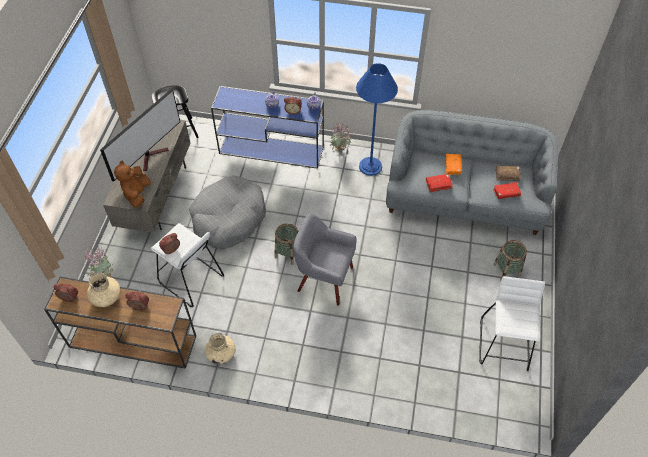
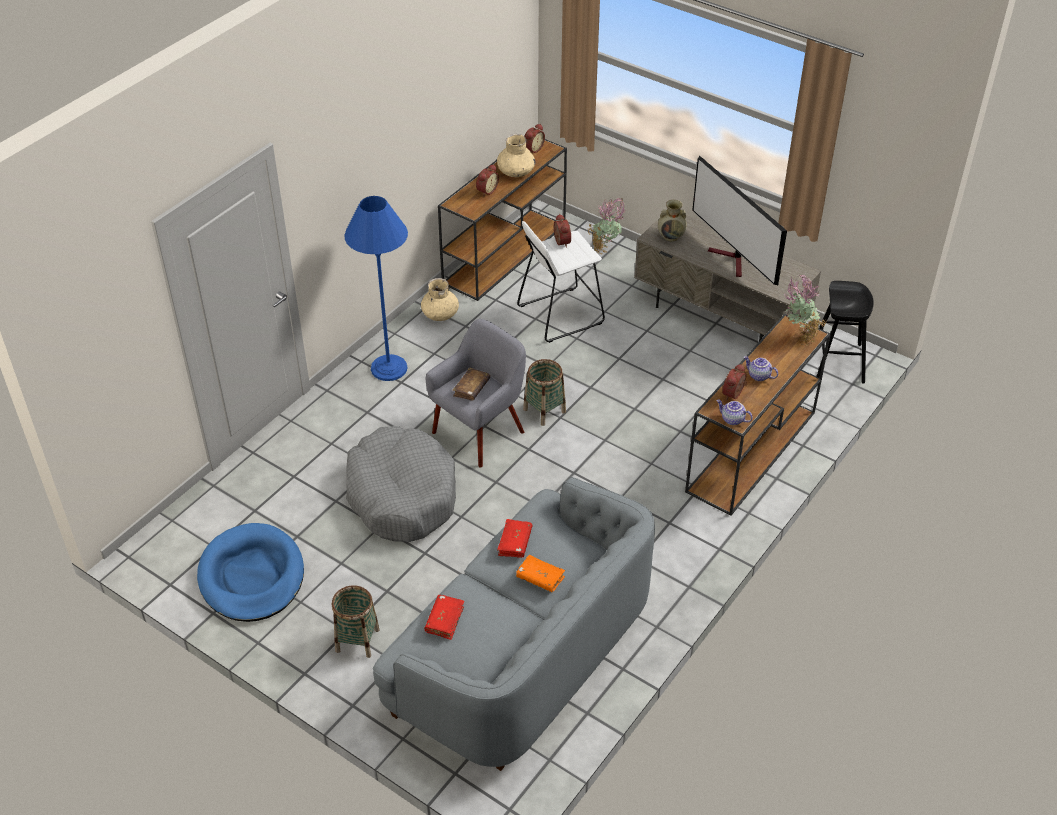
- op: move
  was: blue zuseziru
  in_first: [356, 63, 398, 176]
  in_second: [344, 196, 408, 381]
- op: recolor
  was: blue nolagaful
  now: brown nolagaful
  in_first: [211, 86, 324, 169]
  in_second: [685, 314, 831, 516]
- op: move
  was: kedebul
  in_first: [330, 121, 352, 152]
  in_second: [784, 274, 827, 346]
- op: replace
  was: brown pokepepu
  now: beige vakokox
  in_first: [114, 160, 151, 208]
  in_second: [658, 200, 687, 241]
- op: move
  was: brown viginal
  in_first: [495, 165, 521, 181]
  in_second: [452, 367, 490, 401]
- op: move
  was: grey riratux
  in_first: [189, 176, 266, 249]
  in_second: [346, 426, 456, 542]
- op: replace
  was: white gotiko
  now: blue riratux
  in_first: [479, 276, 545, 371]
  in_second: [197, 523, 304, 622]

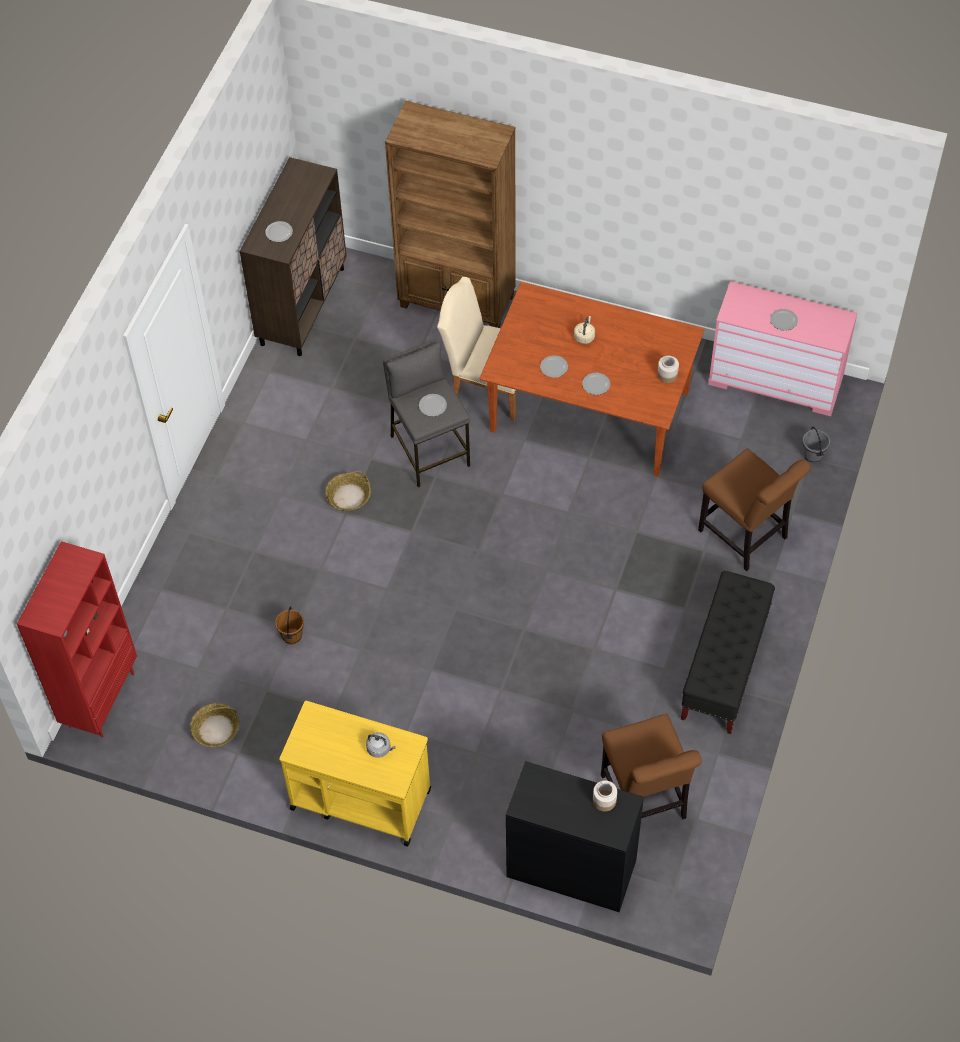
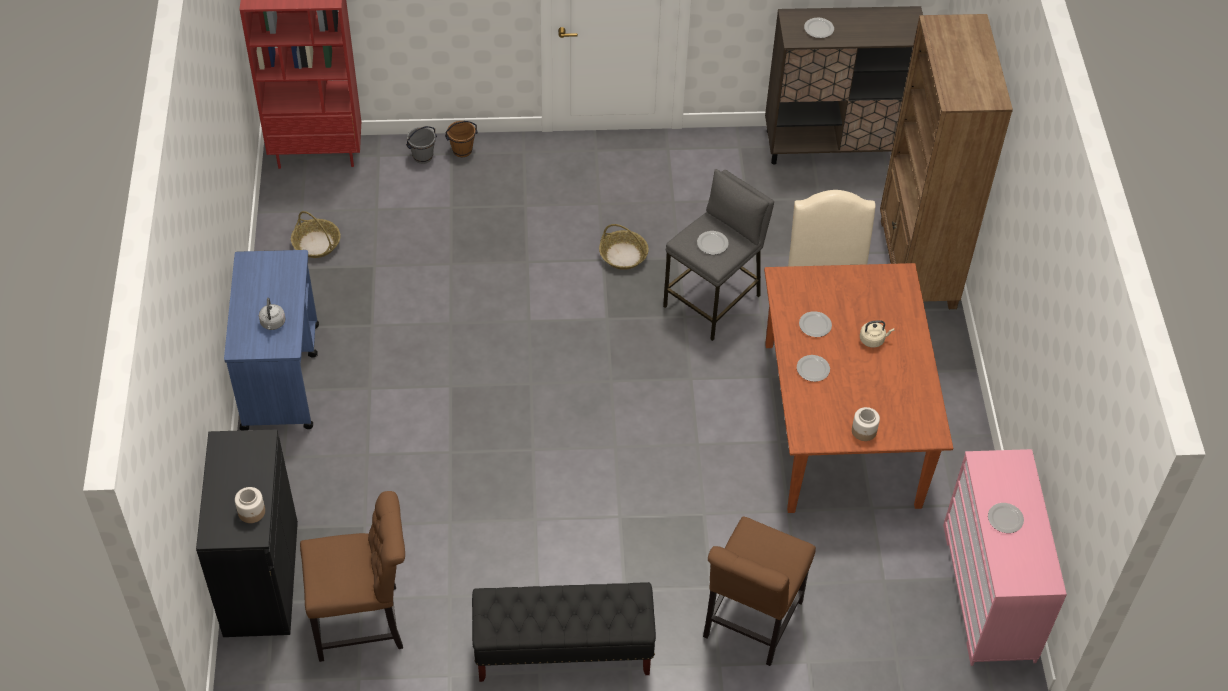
- op: move
  was: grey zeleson
  in_first: [802, 427, 830, 464]
  in_second: [406, 126, 437, 164]
- op: move
  was: brown zeleson
  in_first: [275, 606, 304, 644]
  in_second: [445, 121, 478, 157]
- op: recolor
  was: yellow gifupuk
  now: blue gifupuk
  in_first: [279, 701, 431, 846]
  in_second: [224, 250, 319, 430]
- op: rotate
  was: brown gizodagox
  in_first: [601, 714, 702, 820]
  in_second: [300, 491, 405, 662]
  clockwise: -150

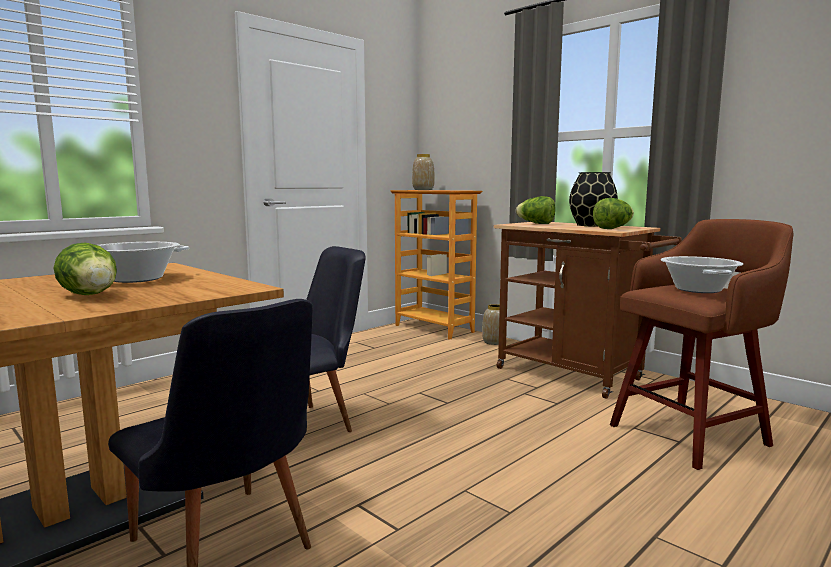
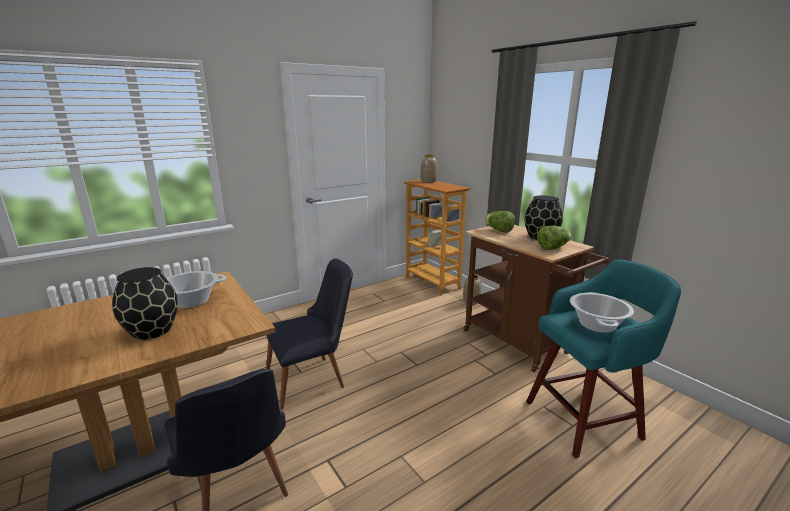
- op: recolor
  was: brown gotiko
  now: turquoise gotiko
  in_first: [610, 219, 794, 470]
  in_second: [526, 259, 681, 458]
- op: replace
  was: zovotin
  now: black vakokox
  in_first: [54, 242, 117, 295]
  in_second: [112, 267, 178, 340]

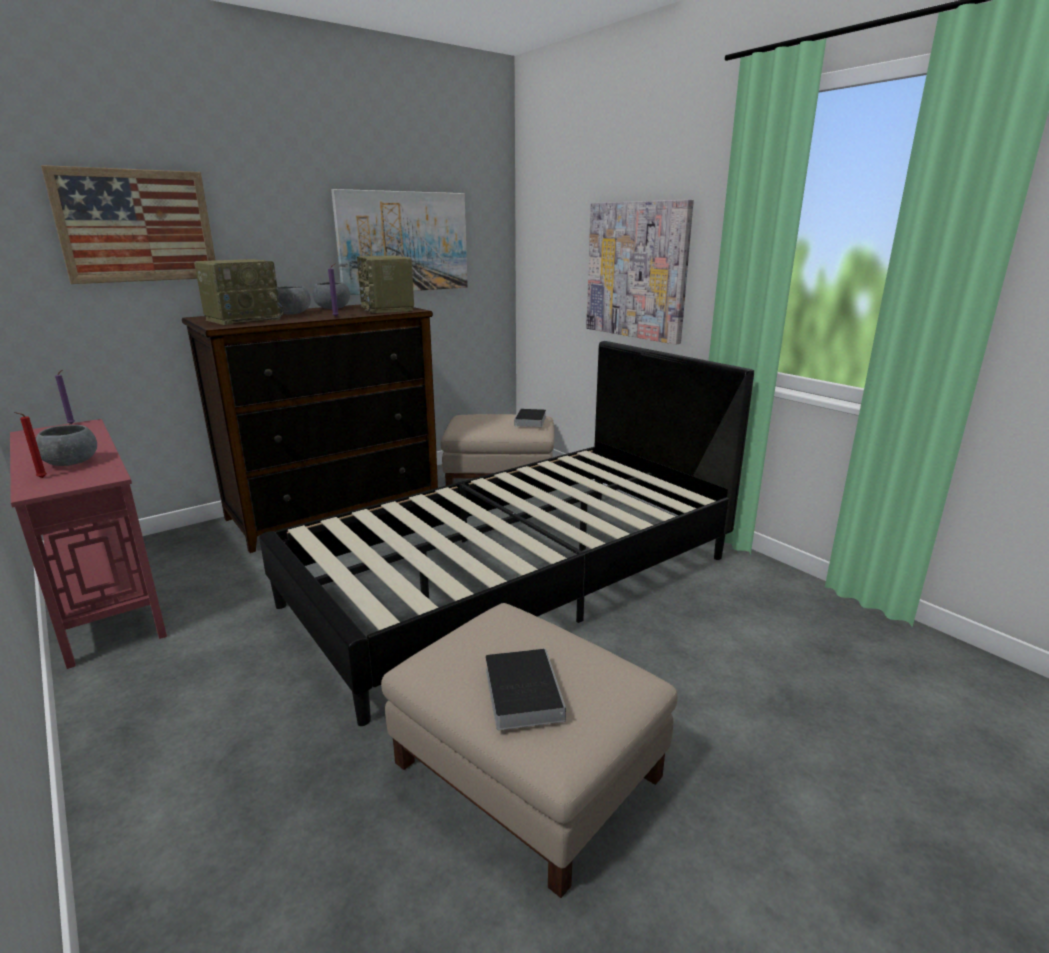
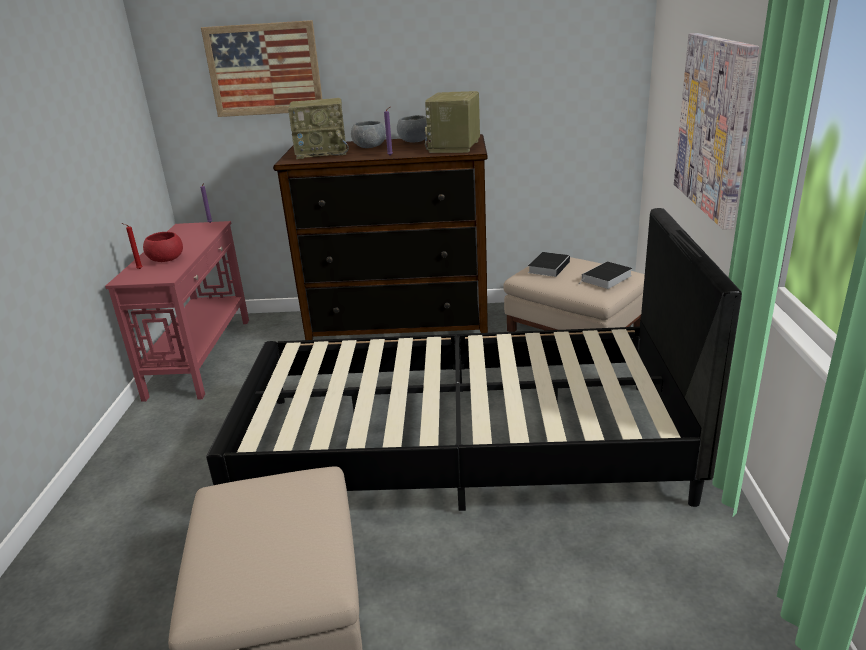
- op: delete
  was: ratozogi
  in_first: [331, 189, 468, 295]
- op: recolor
  was: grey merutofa
  now: red merutofa
  in_first: [36, 425, 97, 466]
  in_second: [143, 232, 183, 262]
- op: move
  was: viginal
  in_first: [485, 649, 566, 730]
  in_second: [528, 252, 570, 277]

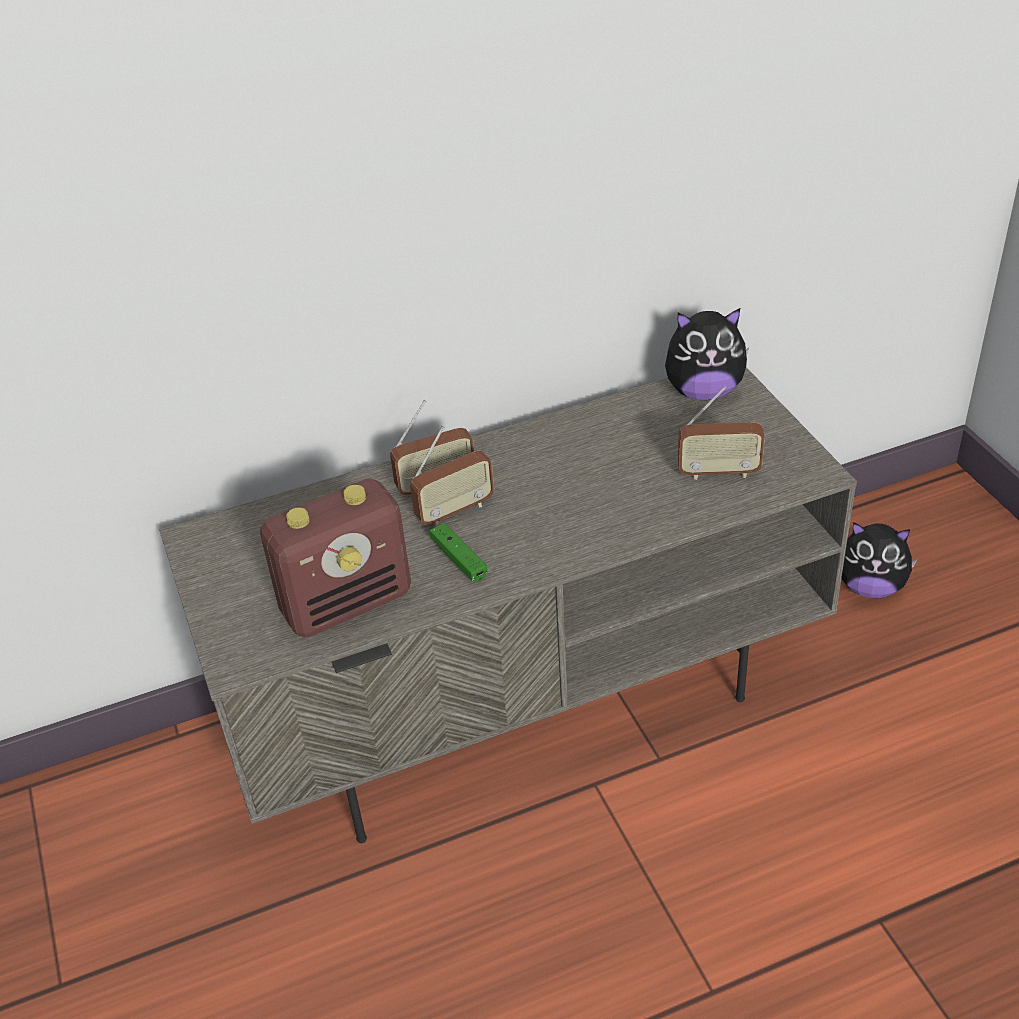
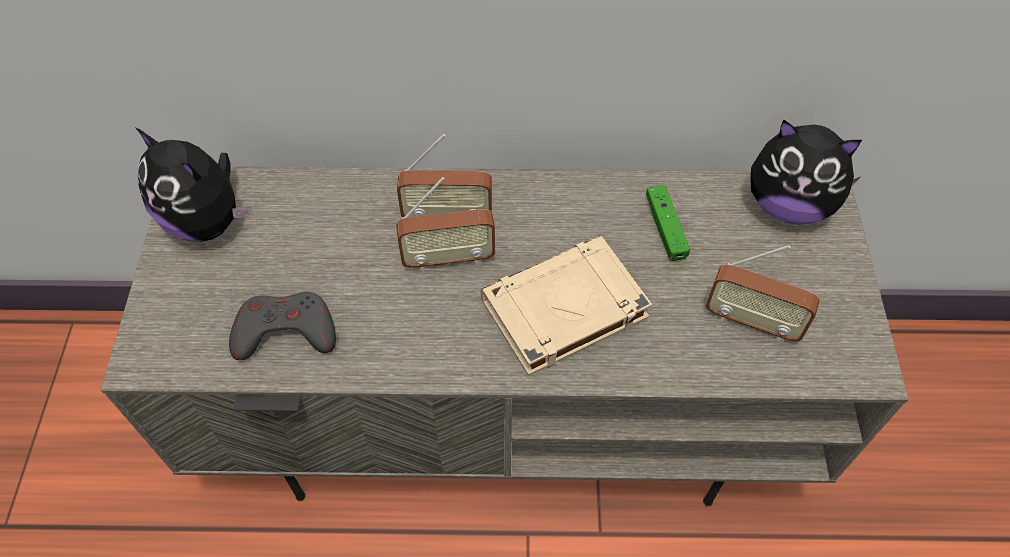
- op: replace
  was: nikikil
  now: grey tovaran
  in_first: [260, 478, 411, 637]
  in_second: [229, 292, 336, 360]
- op: move
  was: pokepepu
  in_first: [841, 522, 918, 598]
  in_second: [136, 128, 254, 242]
- op: move
  was: green tovaran
  in_first: [430, 523, 487, 582]
  in_second: [646, 185, 690, 261]
- op: insert
  now: beige viginal
  in_second: [480, 236, 652, 376]

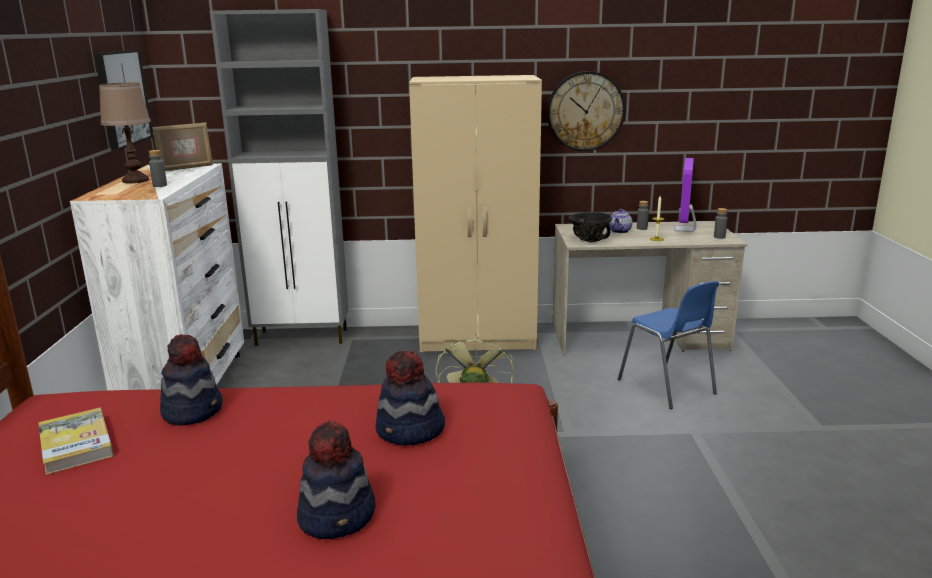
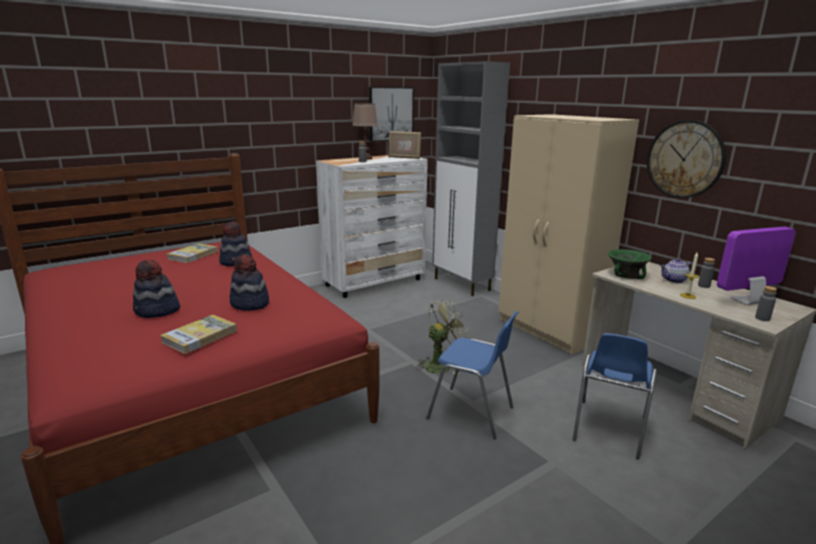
- op: recolor
  was: black merutofa
  now: green merutofa
  in_first: [568, 212, 612, 242]
  in_second: [608, 249, 652, 279]
- op: insert
  now: blue gizodagox
  in_second: [427, 311, 518, 439]
- op: insert
  now: viginal
  in_second: [160, 315, 237, 354]

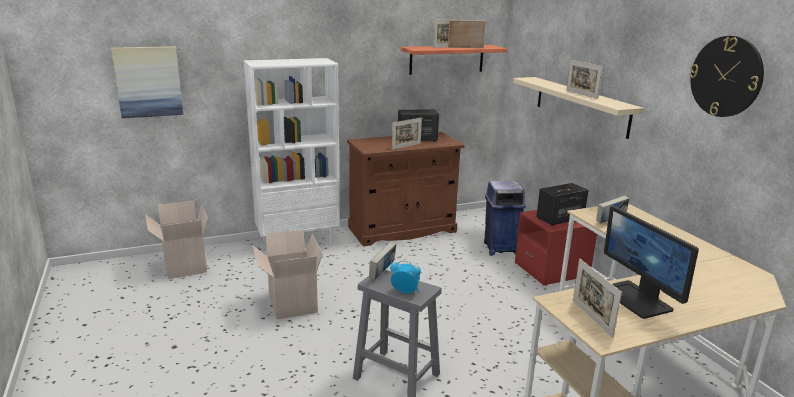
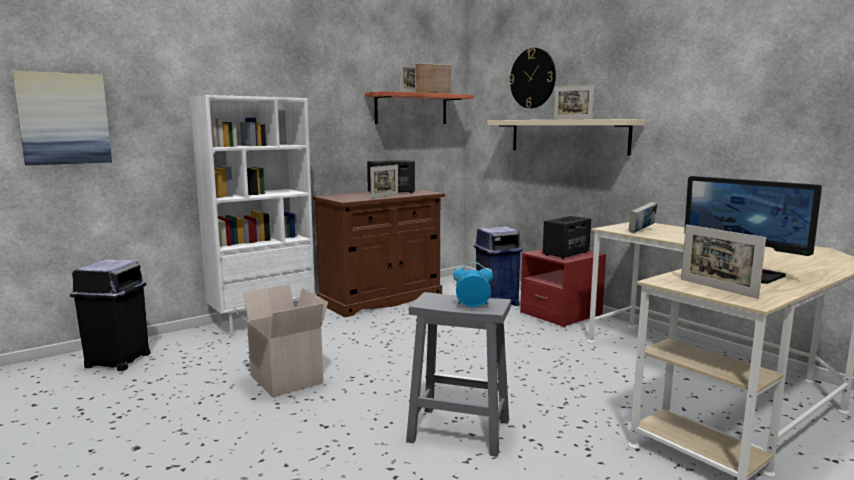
- op: move
  was: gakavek
  in_first: [689, 36, 764, 117]
  in_second: [509, 48, 556, 108]
- op: replace
  was: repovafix
  now: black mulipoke
  in_first: [145, 200, 208, 279]
  in_second: [70, 259, 151, 371]
- op: delete
  was: viginal
  in_first: [369, 241, 396, 281]

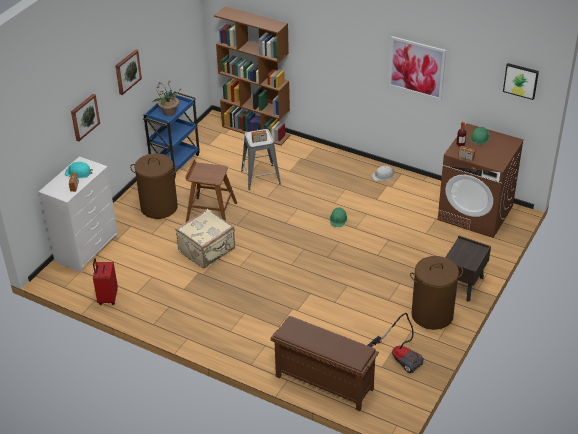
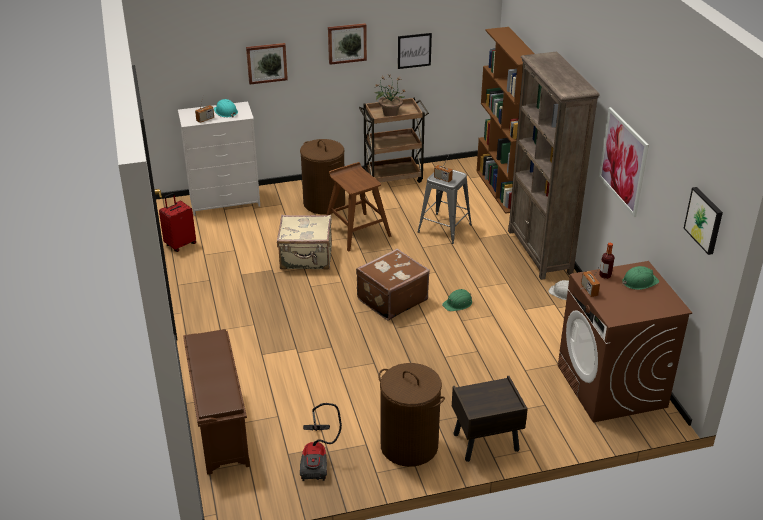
- op: recolor
  was: blue gifupuk
  now: brown gifupuk
  in_first: [143, 91, 200, 177]
  in_second: [359, 98, 429, 183]
- op: insert
  now: ratozogi
  in_second: [398, 33, 432, 69]
- op: insert
  now: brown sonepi
  in_second: [508, 52, 599, 280]
- op: insert
  now: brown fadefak
  in_second: [356, 248, 430, 320]

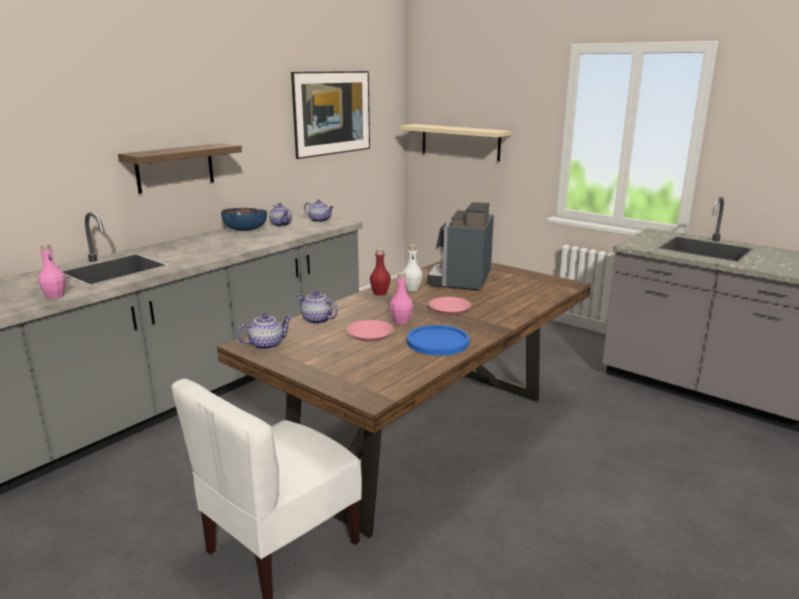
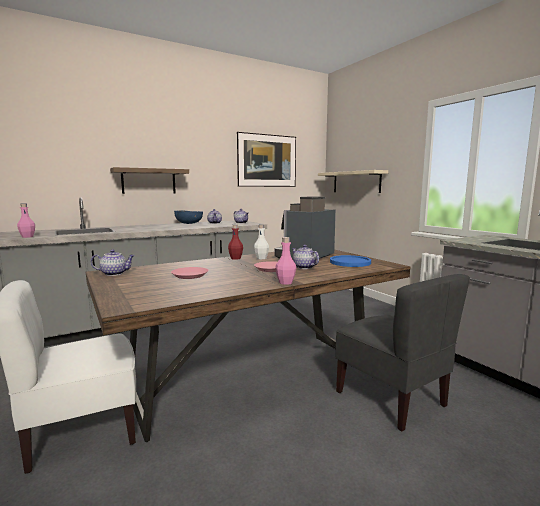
- op: move
  was: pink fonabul
  in_first: [390, 272, 413, 325]
  in_second: [275, 237, 296, 285]
- op: move
  was: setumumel
  in_first: [297, 291, 338, 324]
  in_second: [292, 245, 319, 269]
- op: move
  was: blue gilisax
  in_first: [407, 325, 469, 356]
  in_second: [330, 255, 371, 267]
- op: insert
  now: grey gizodagox
  in_second: [336, 274, 470, 431]

